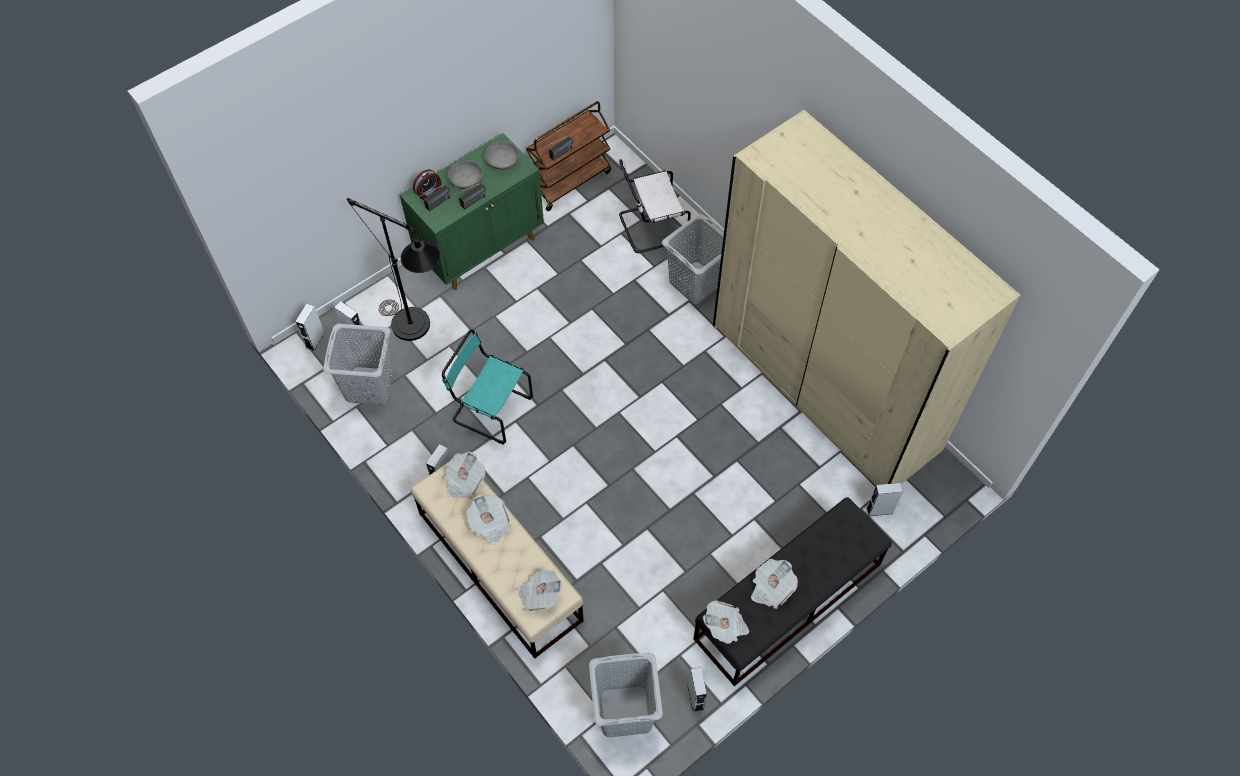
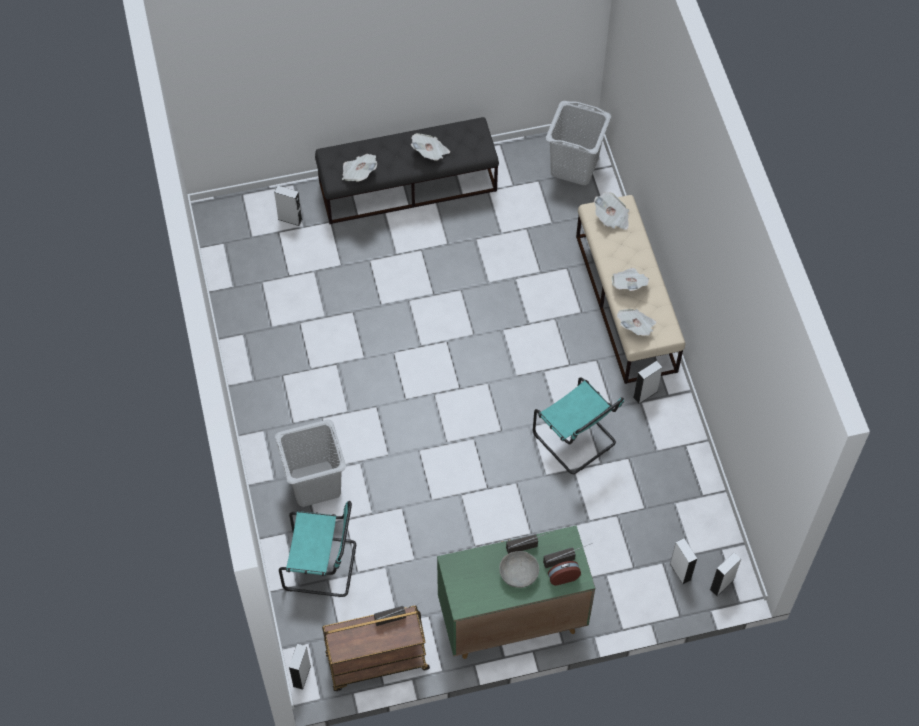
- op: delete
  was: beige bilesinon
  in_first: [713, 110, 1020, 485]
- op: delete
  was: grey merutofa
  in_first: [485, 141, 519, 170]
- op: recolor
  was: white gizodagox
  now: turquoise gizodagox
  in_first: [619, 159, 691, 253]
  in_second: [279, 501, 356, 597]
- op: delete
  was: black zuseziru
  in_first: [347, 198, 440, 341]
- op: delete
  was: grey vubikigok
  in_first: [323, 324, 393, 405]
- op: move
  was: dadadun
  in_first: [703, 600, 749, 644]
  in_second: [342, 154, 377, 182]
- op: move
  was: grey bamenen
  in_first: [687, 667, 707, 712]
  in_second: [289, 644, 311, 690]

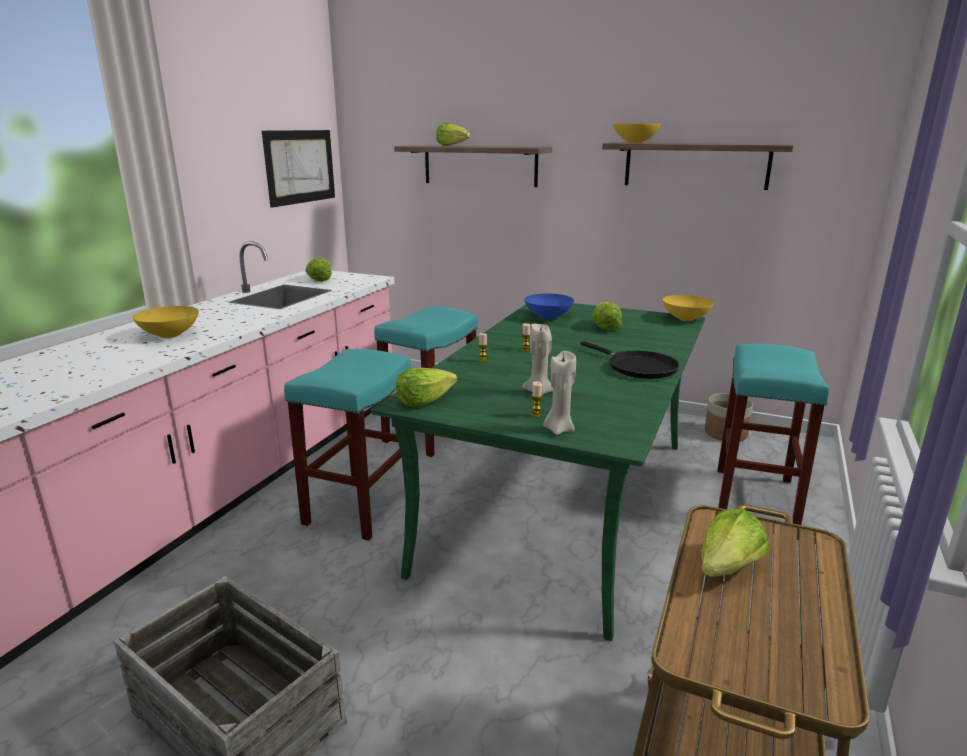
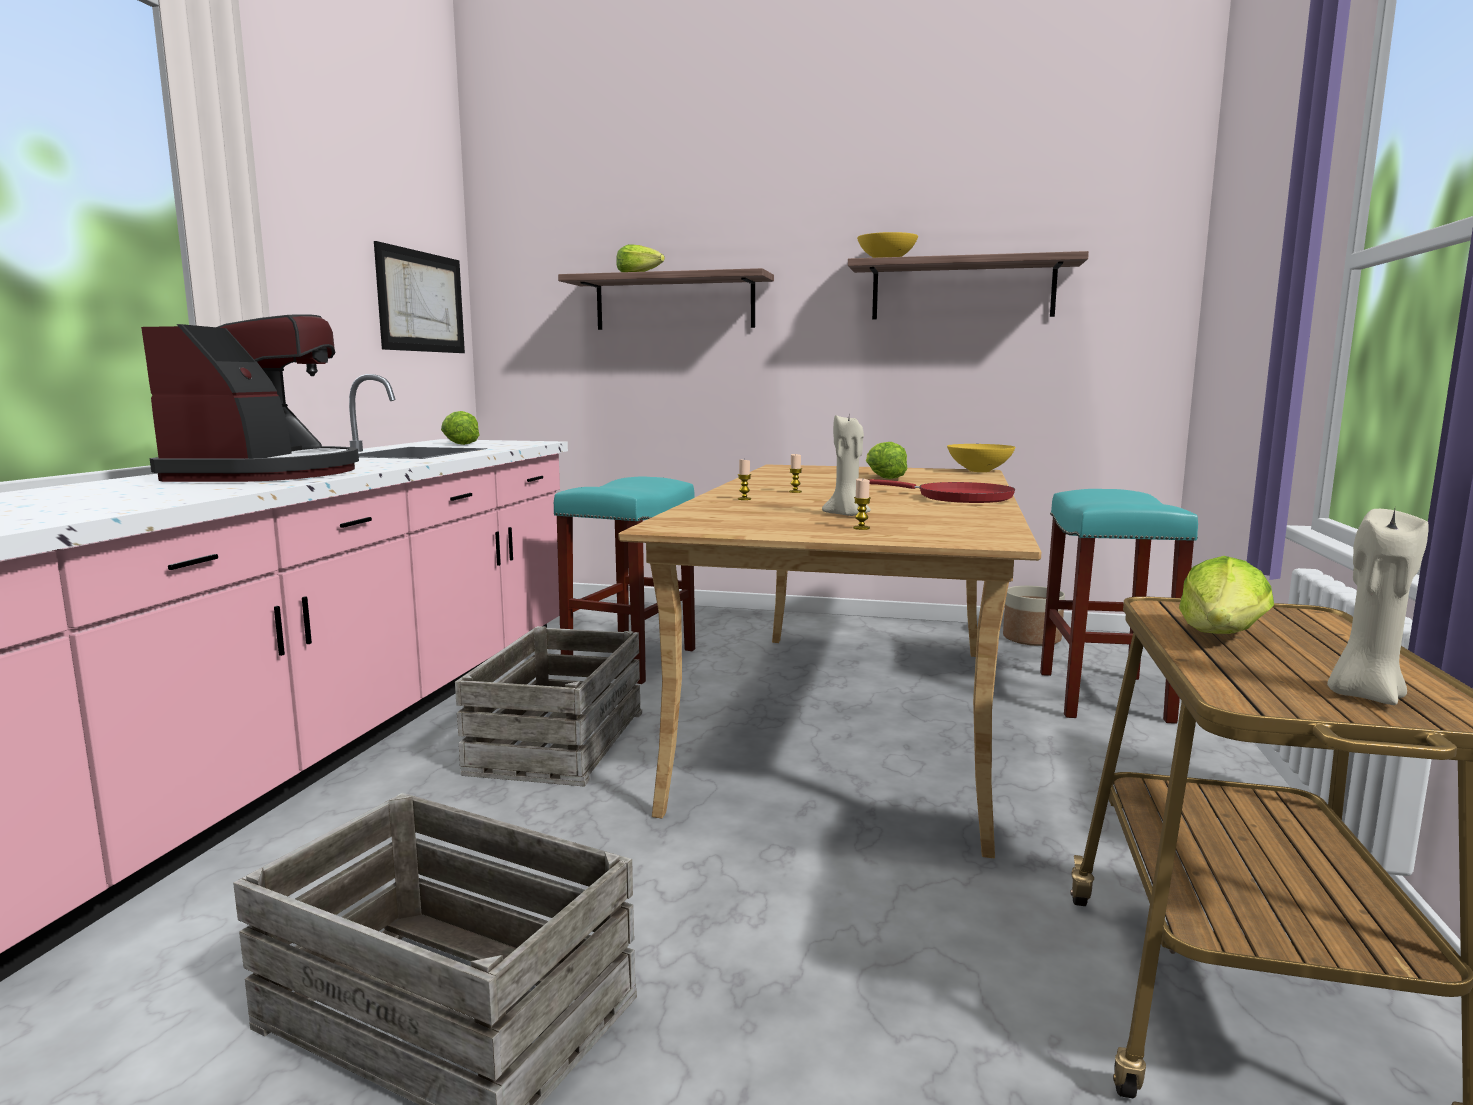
- op: delete
  was: blue merutofa
  in_first: [524, 294, 574, 320]
- op: recolor
  was: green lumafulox
  now: beige lumafulox
  in_first: [371, 303, 705, 641]
  in_second: [618, 464, 1041, 858]
- op: replace
  was: yellow merutofa
  now: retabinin
  in_first: [132, 306, 199, 338]
  in_second: [141, 314, 359, 482]
- op: recolor
  was: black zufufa
  now: red zufufa
  in_first: [580, 341, 679, 379]
  in_second: [869, 479, 1015, 503]
- op: replace
  was: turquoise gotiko
  now: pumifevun
  in_first: [284, 349, 411, 541]
  in_second: [455, 626, 642, 787]
- op: move
  was: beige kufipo
  in_first: [543, 351, 576, 435]
  in_second: [1327, 509, 1429, 705]
- op: delete
  was: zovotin
  in_first: [396, 368, 457, 407]

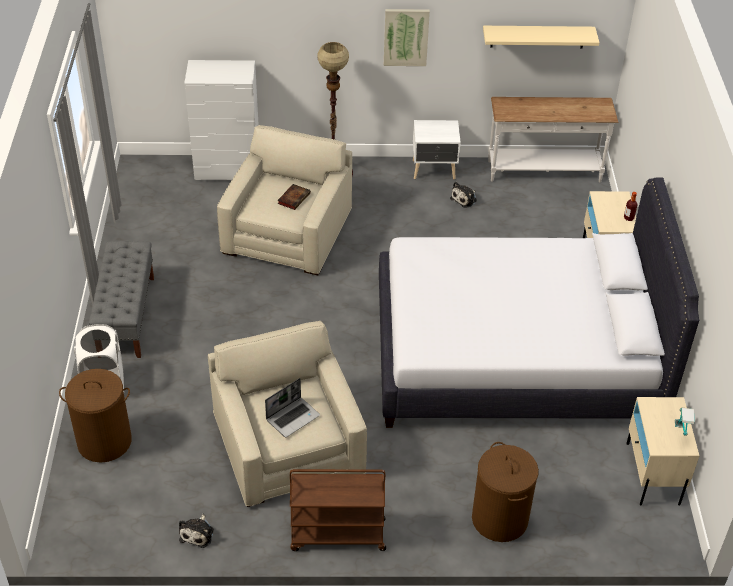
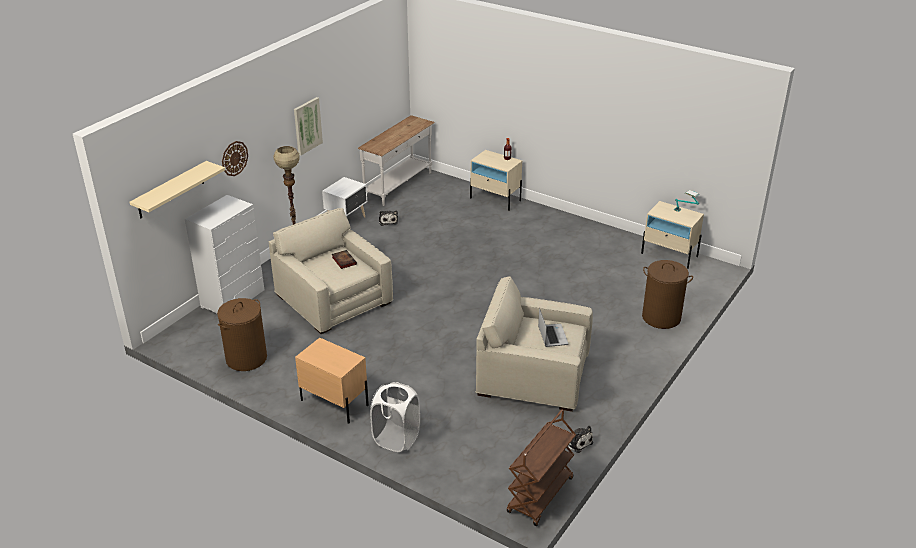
- op: move
  was: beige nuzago
  in_first: [483, 26, 600, 48]
  in_second: [130, 161, 225, 218]
- op: delete
  was: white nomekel
  in_first: [379, 178, 699, 428]
- op: replace
  was: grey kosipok
  now: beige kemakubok
  in_first: [89, 241, 154, 358]
  in_second: [295, 338, 369, 424]
- op: move
  was: brown vubikigok
  in_first: [59, 369, 132, 463]
  in_second: [217, 298, 267, 371]
- op: move
  was: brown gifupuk
  in_first: [290, 469, 386, 551]
  in_second: [507, 410, 576, 526]
- op: insert
  now: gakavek
  in_second: [222, 141, 248, 176]

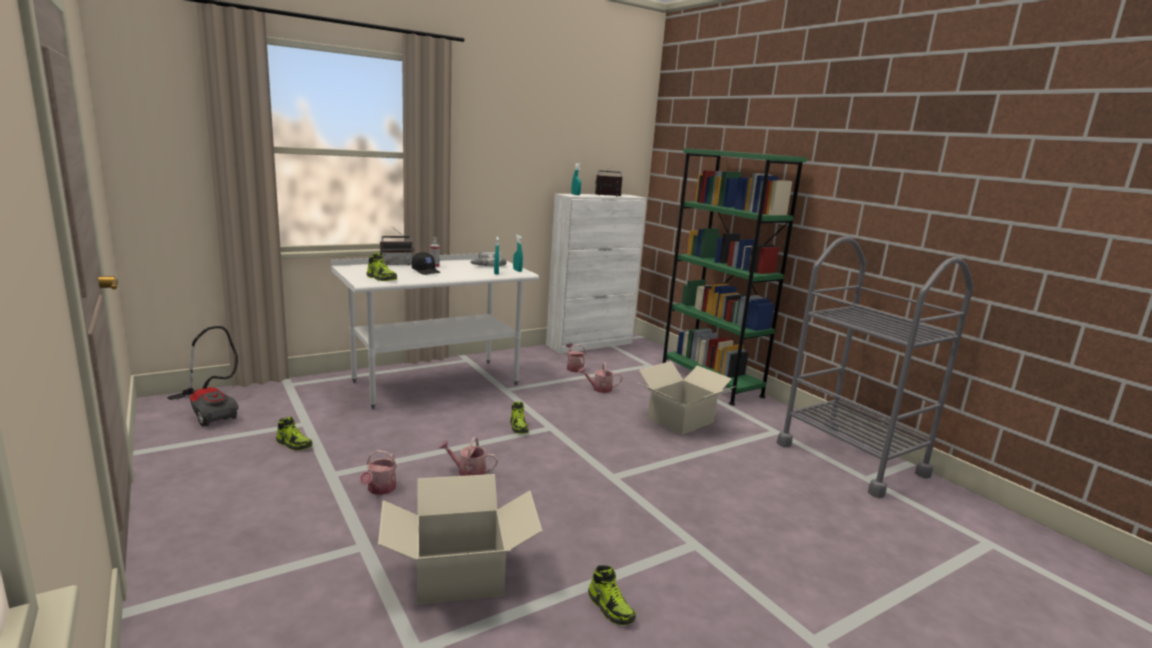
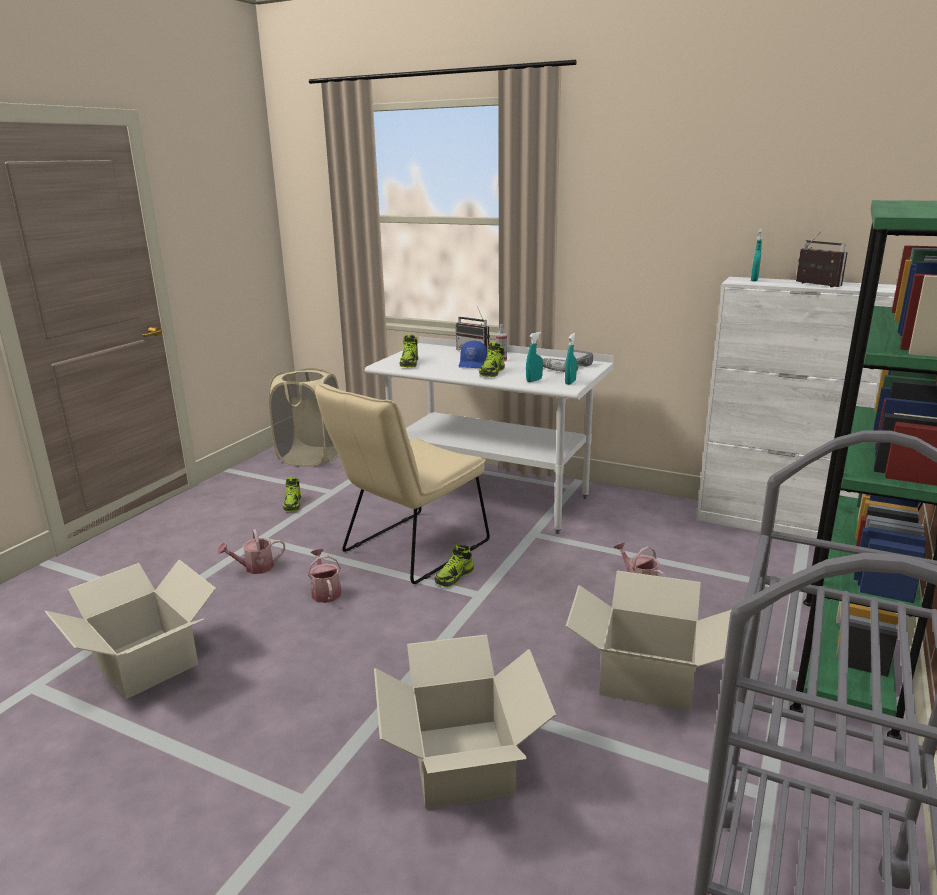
- op: recolor
  was: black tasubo
  now: blue tasubo
  in_first: [412, 252, 440, 275]
  in_second: [459, 341, 487, 368]
- op: replace
  was: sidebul
  now: beige vubikigok
  in_first: [168, 326, 239, 426]
  in_second: [268, 368, 339, 467]
- op: delete
  was: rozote
  in_first: [566, 343, 586, 372]
- op: move
  was: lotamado
  in_first: [588, 565, 636, 625]
  in_second: [479, 342, 505, 377]
- op: insert
  now: beige gizodagox
  in_second: [315, 381, 490, 584]
- op: insert
  now: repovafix
  in_second: [374, 634, 556, 809]

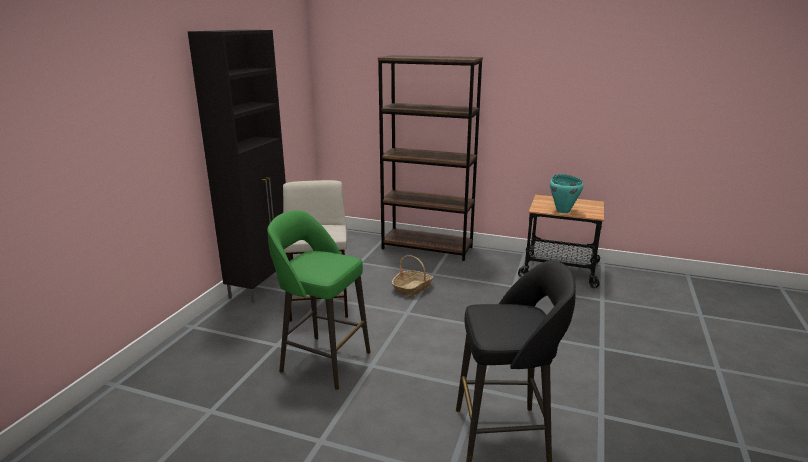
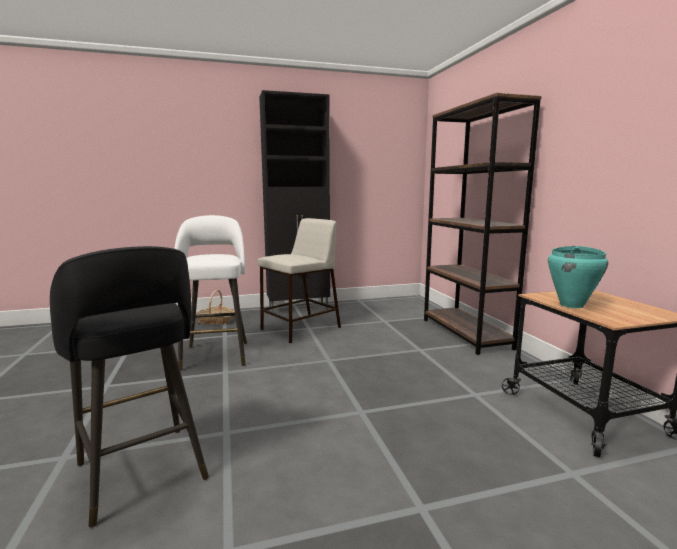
- op: recolor
  was: green gotiko
  now: white gotiko
  in_first: [267, 210, 371, 390]
  in_second: [174, 215, 247, 371]
- op: move
  was: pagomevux
  in_first: [392, 255, 434, 297]
  in_second: [196, 290, 235, 325]

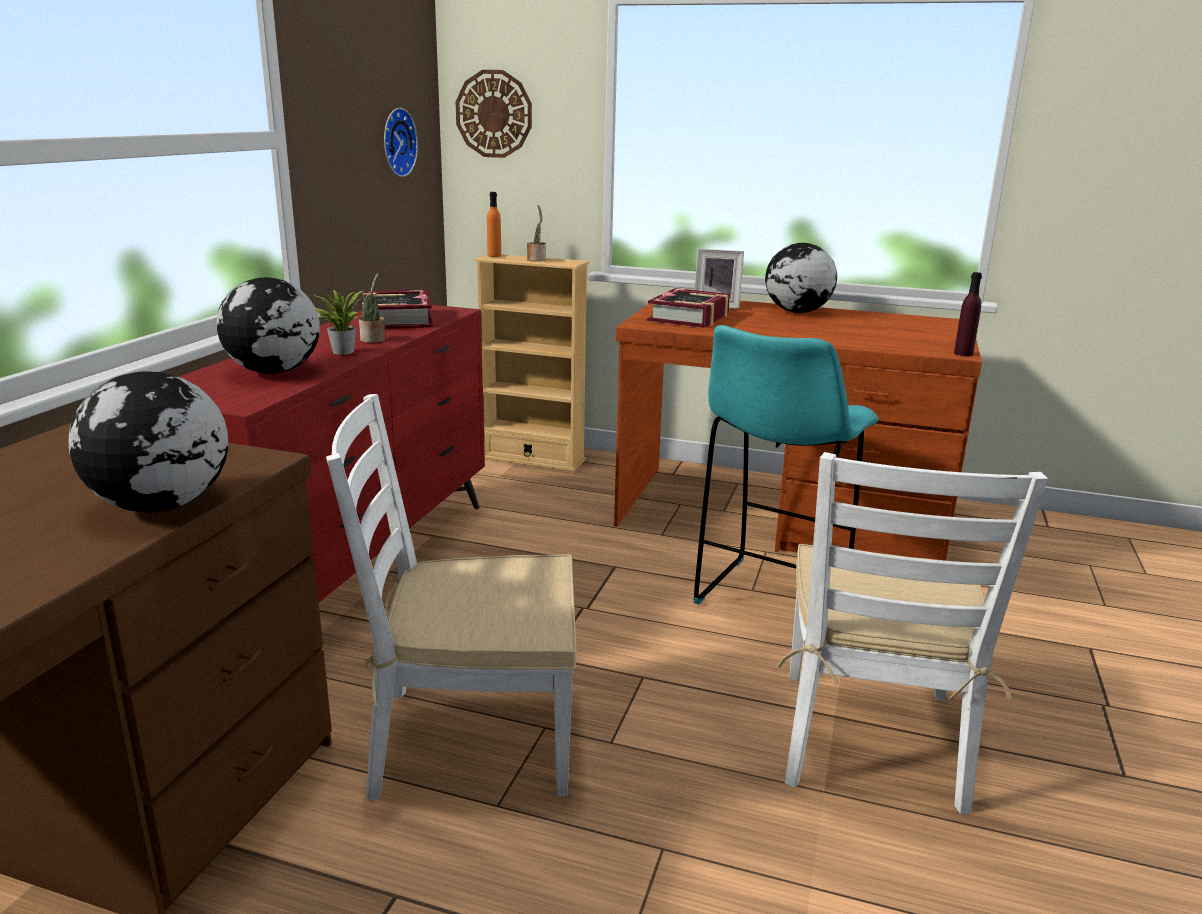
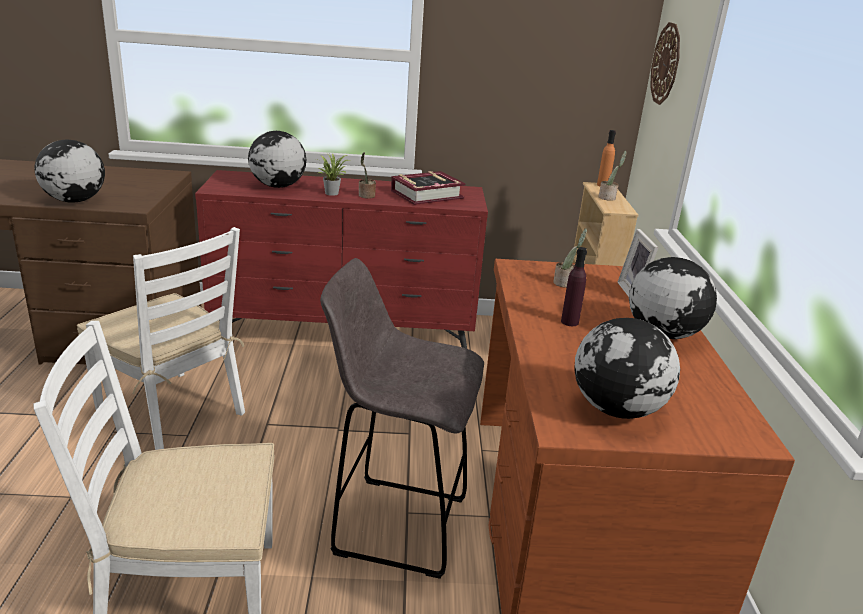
- op: delete
  was: gakavek
  in_first: [384, 108, 418, 177]
- op: move
  was: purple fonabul
  in_first: [954, 272, 982, 357]
  in_second: [561, 247, 587, 326]
- op: replace
  was: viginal
  now: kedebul
  in_first: [647, 288, 730, 328]
  in_second: [553, 228, 587, 288]
- op: recolor
  was: turquoise gotiko
  now: grey gotiko
  in_first: [693, 325, 878, 605]
  in_second: [320, 258, 484, 579]
- op: rotate
  was: white gizodagox
  in_first: [326, 394, 577, 801]
  in_second: [77, 227, 245, 450]
  clockwise: 150
- op: insert
  now: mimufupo
  in_second: [574, 318, 680, 419]

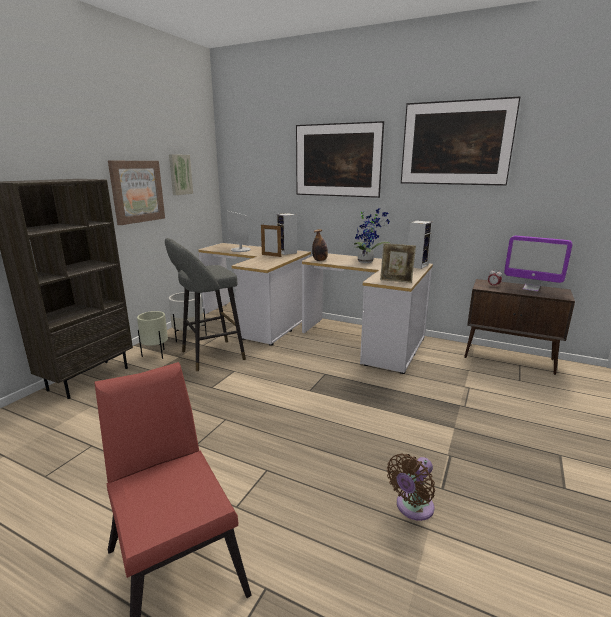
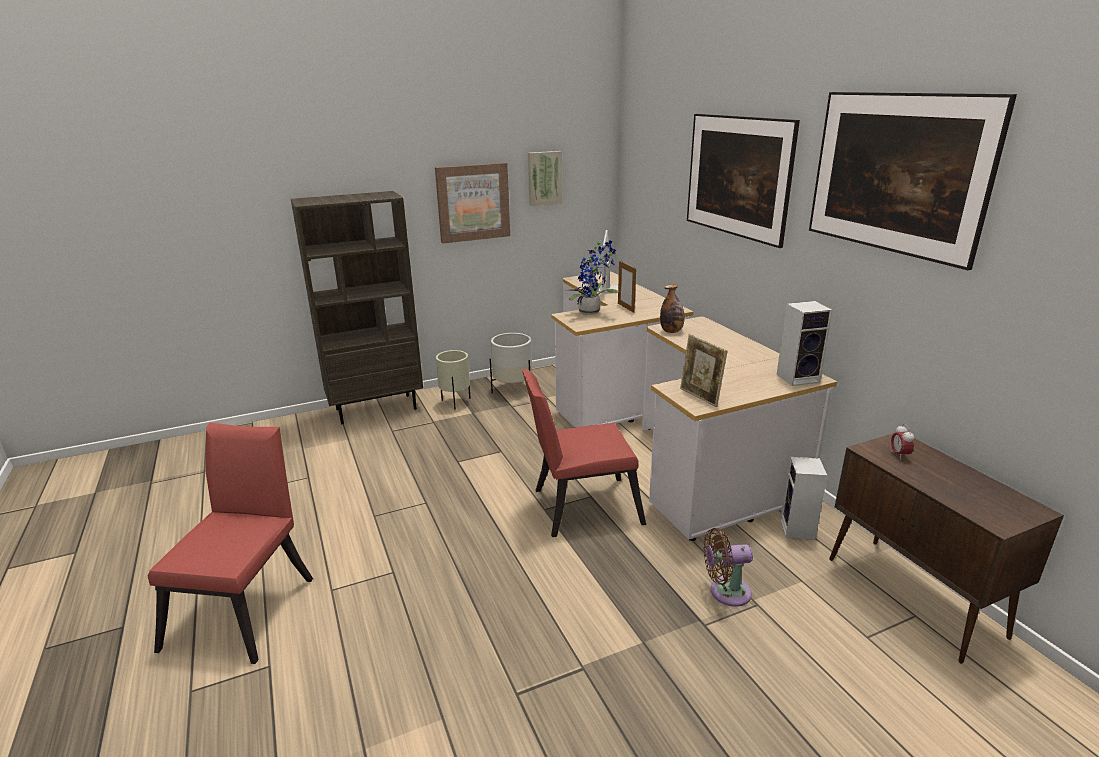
- op: move
  was: kedebul
  in_first: [354, 208, 390, 263]
  in_second: [567, 241, 619, 315]
- op: move
  was: bamenen
  in_first: [276, 213, 297, 255]
  in_second: [780, 457, 827, 540]
- op: delete
  was: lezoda
  in_first: [504, 236, 573, 292]
- op: delete
  was: grey gotiko
  in_first: [165, 238, 246, 371]
- op: move
  was: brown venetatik
  in_first: [387, 453, 435, 521]
  in_second: [704, 528, 753, 607]
- op: insert
  now: red gizodagox
  in_second: [522, 369, 646, 537]

